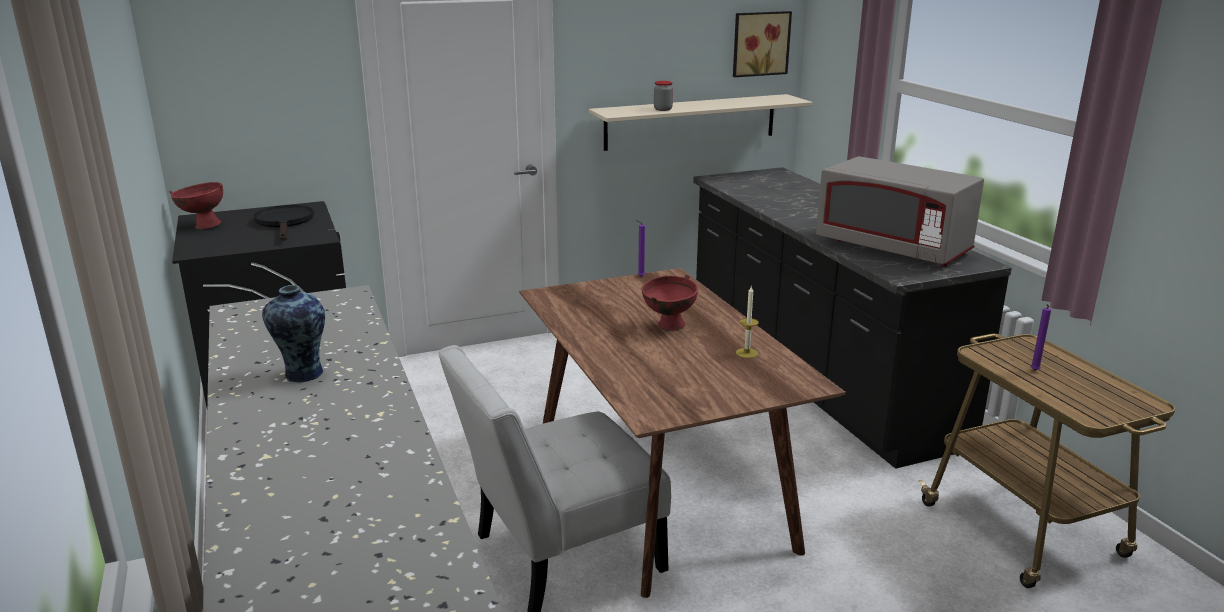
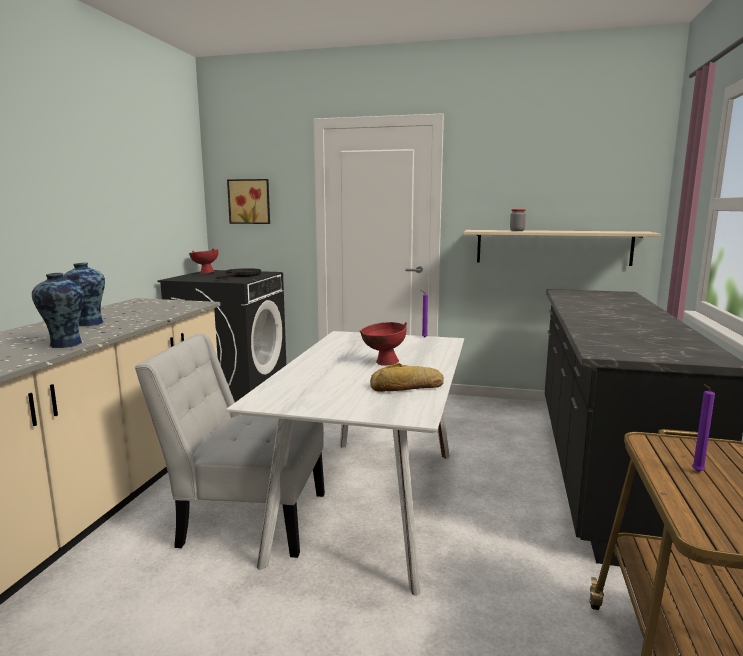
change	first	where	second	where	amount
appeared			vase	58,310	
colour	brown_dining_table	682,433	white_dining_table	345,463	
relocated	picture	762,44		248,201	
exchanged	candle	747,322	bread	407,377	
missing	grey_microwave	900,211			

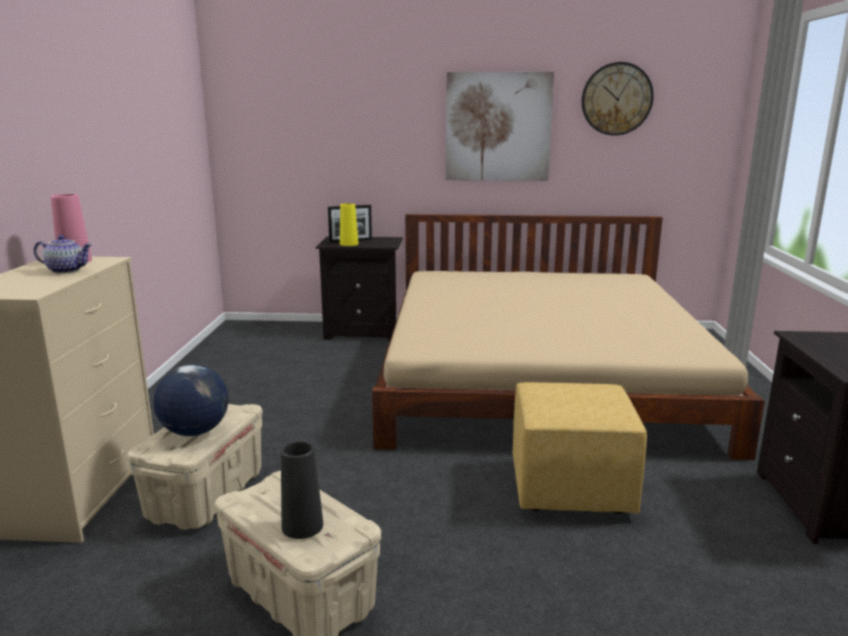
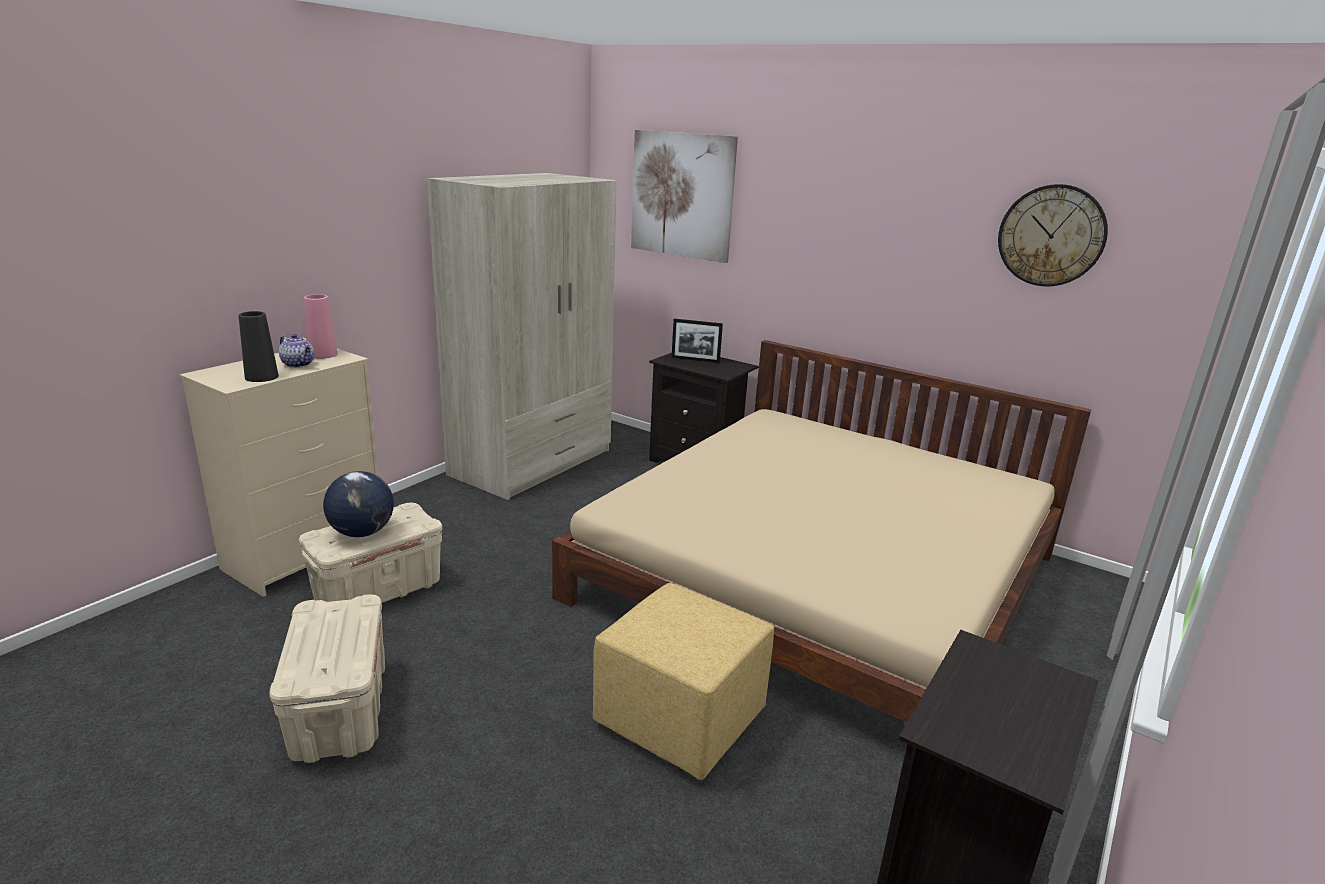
change	first	where	second	where	amount
relocated	black_vase	302,490		258,346	
appeared			beige_wardrobe	522,336	
relocated	picture	500,126		684,196	
missing	yellow_vase	349,224			

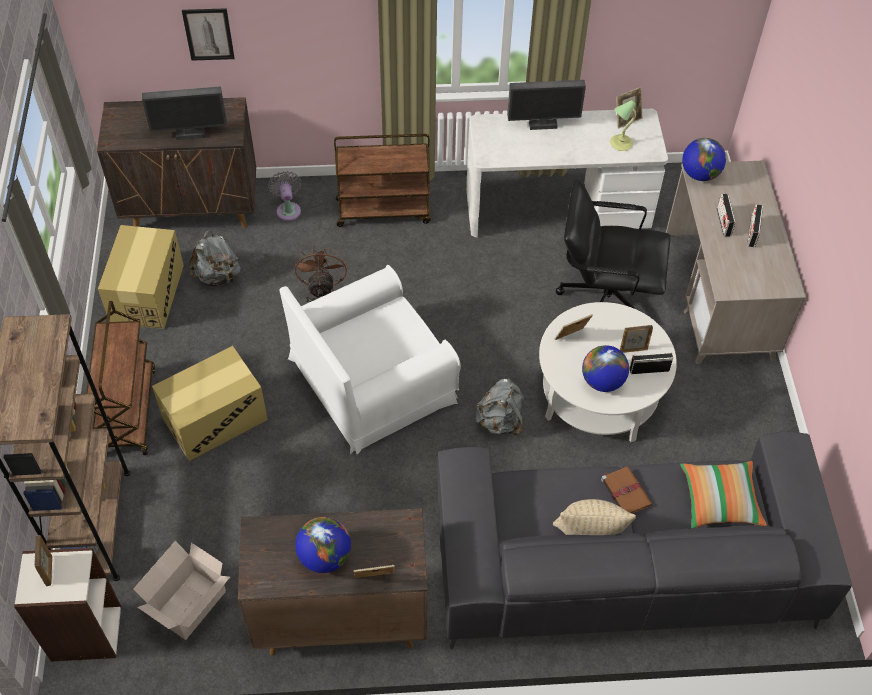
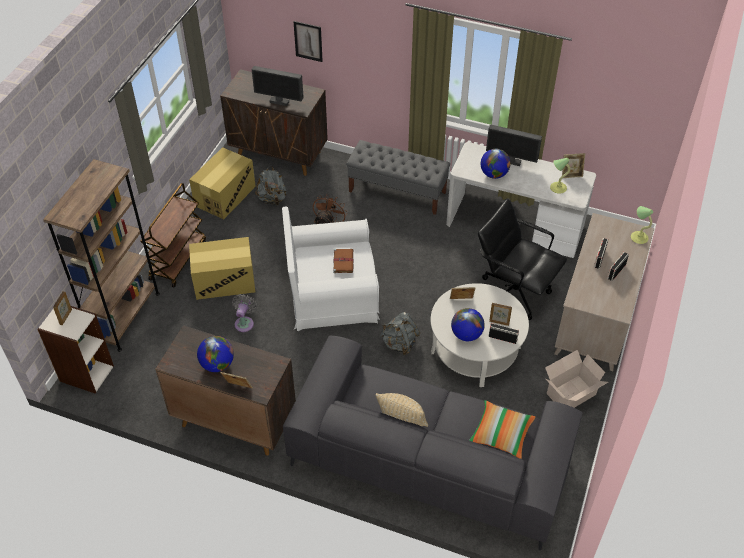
change	first	where	second	where	amount
relocated	grey_fan	284,196		244,313	
relocated	brown_book	627,490		343,261	
exchanged	brown_cart	382,180	grey_bench	398,177	
relocated	globe	704,159		496,164	
relocated	cardboard_box	181,590		576,379	
appeared			table_lamp	642,225	

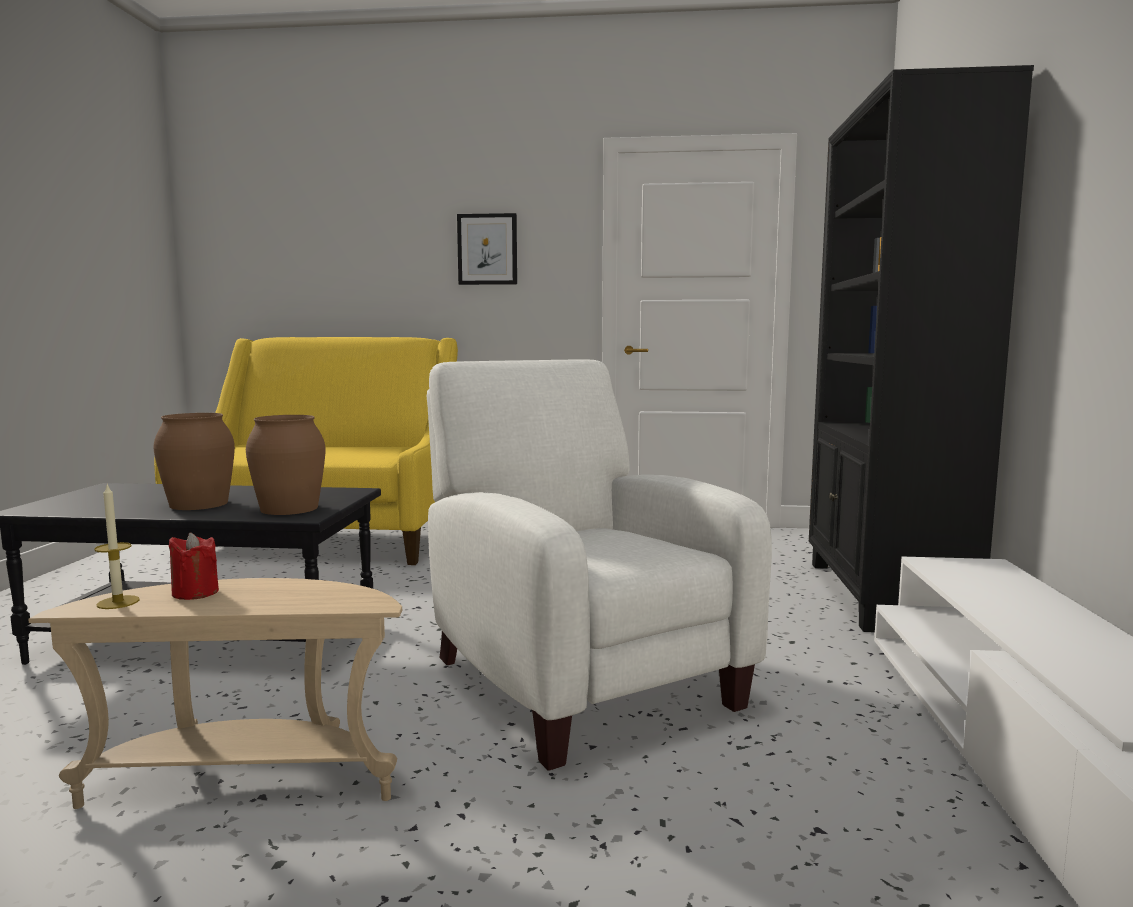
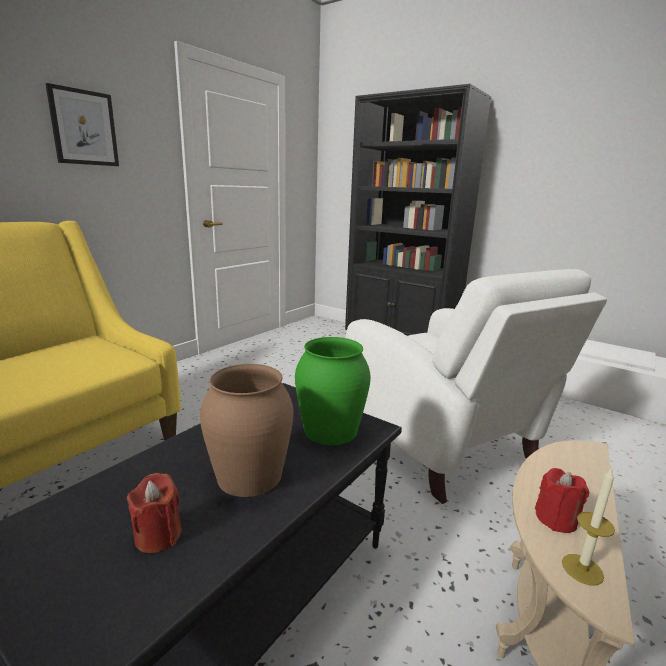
change	first	where	second	where	amount
appeared			red_candle	154,513	
colour	brown_vase	285,465	green_vase	333,391	
spun	white_armchair	599,565		476,386	120 degrees counterclockwise

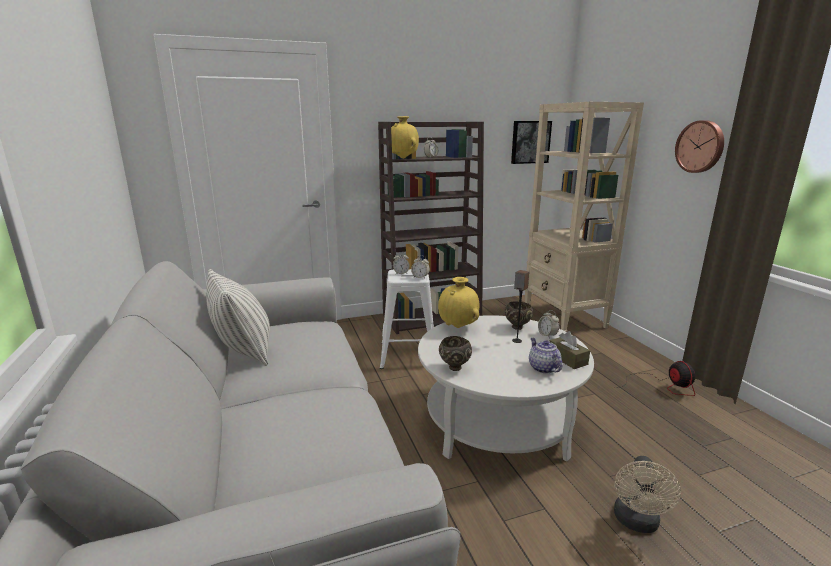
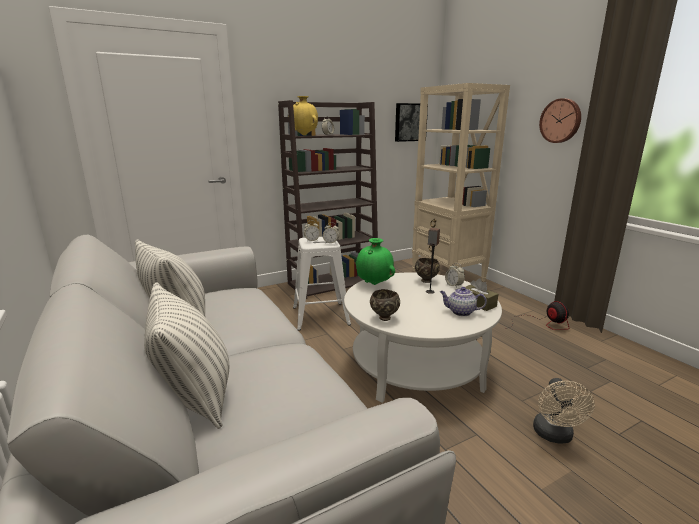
change	first	where	second	where	amount
appeared			pillow	186,355	
colour	yellow_vase	459,302	green_vase	375,261	
spun	teapot	546,356		463,301	45 degrees counterclockwise

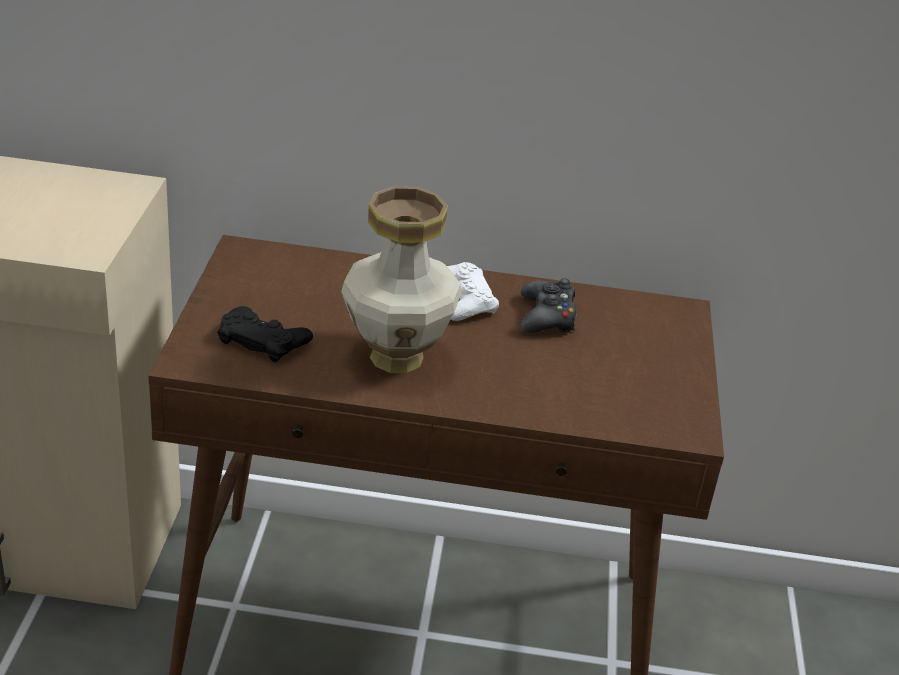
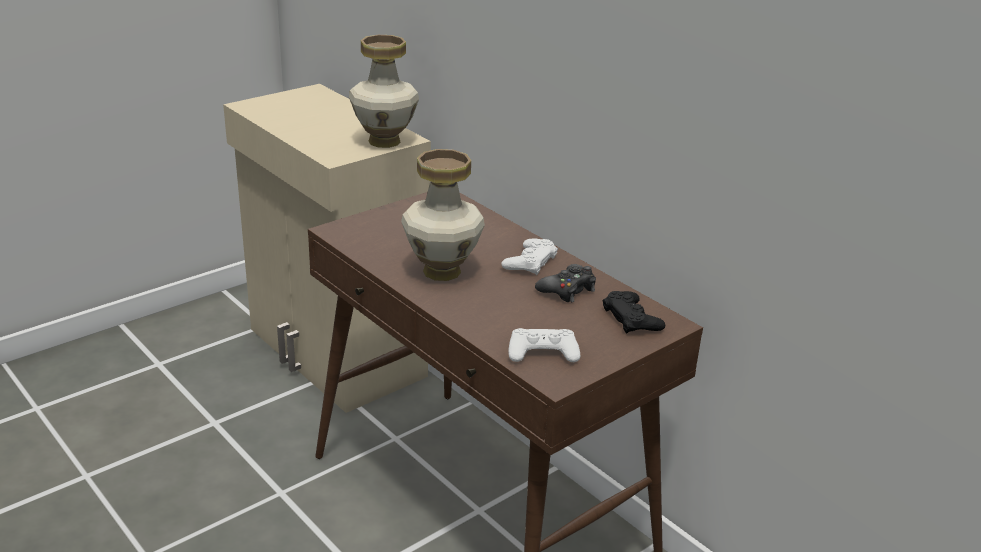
change	first	where	second	where	amount
appeared			vase	384,91	
appeared			white_game_controller	544,345	
relocated	black_game_controller	265,334		634,312	

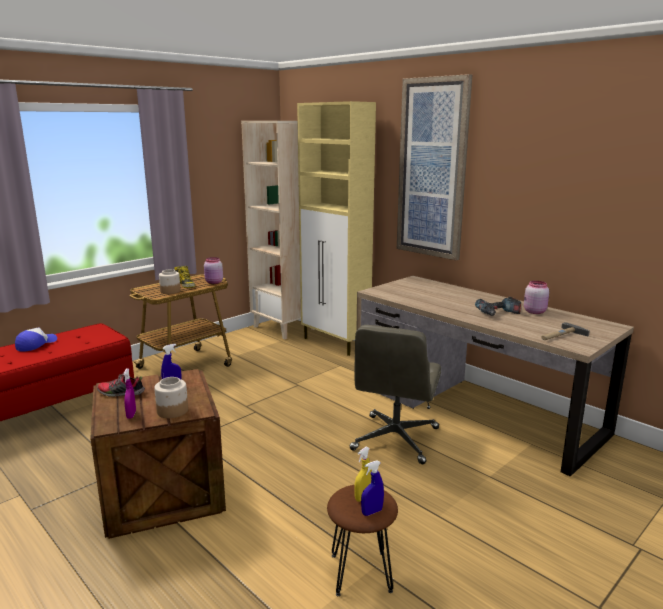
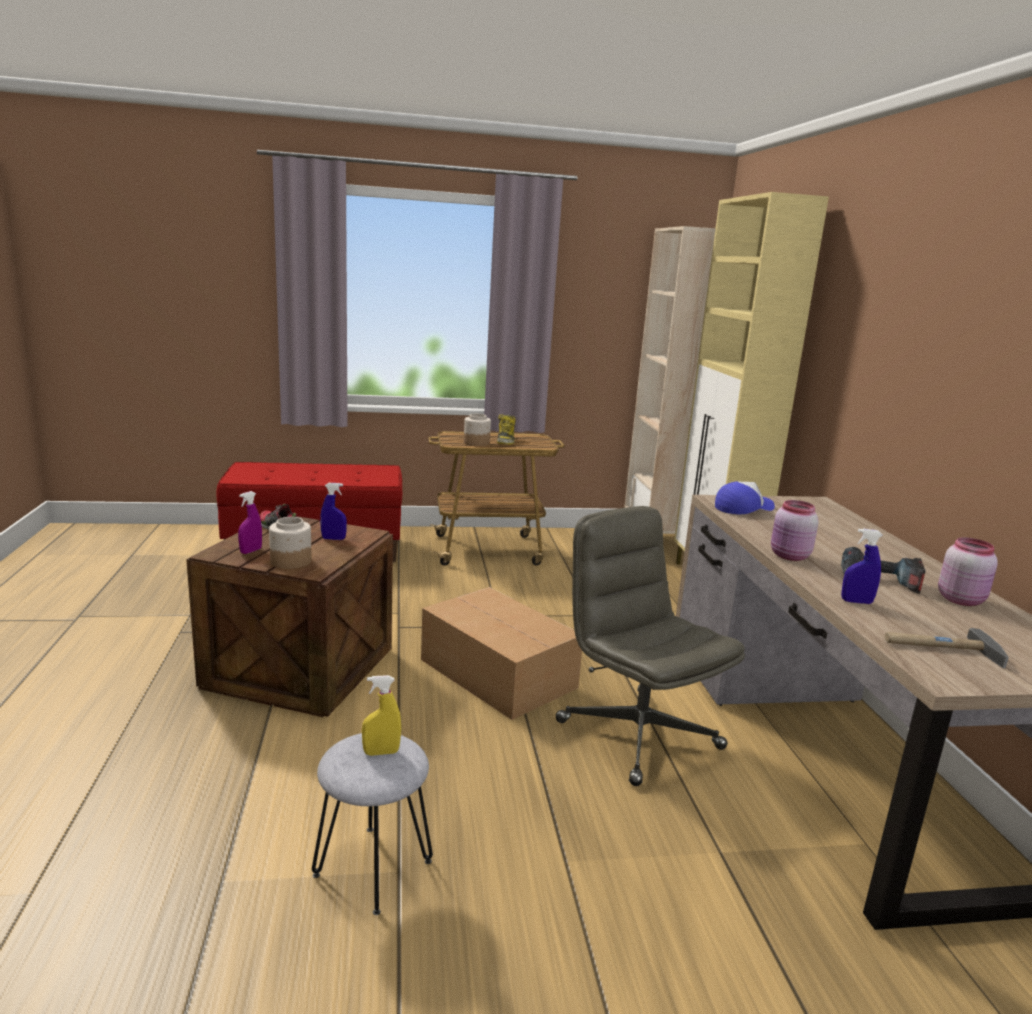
change	first	where	second	where	amount
colour	brown_stool	362,540	grey_stool	372,824	
appeared			cardboard_box	501,653	
spun	grey_office_chair	395,394		650,646	90 degrees clockwise
relocated	cap	36,340		745,497	
relocated	pink_jar	213,270		795,530	
relocated	blue_spray_bottle	372,488		862,566	
missing	picture	434,167			

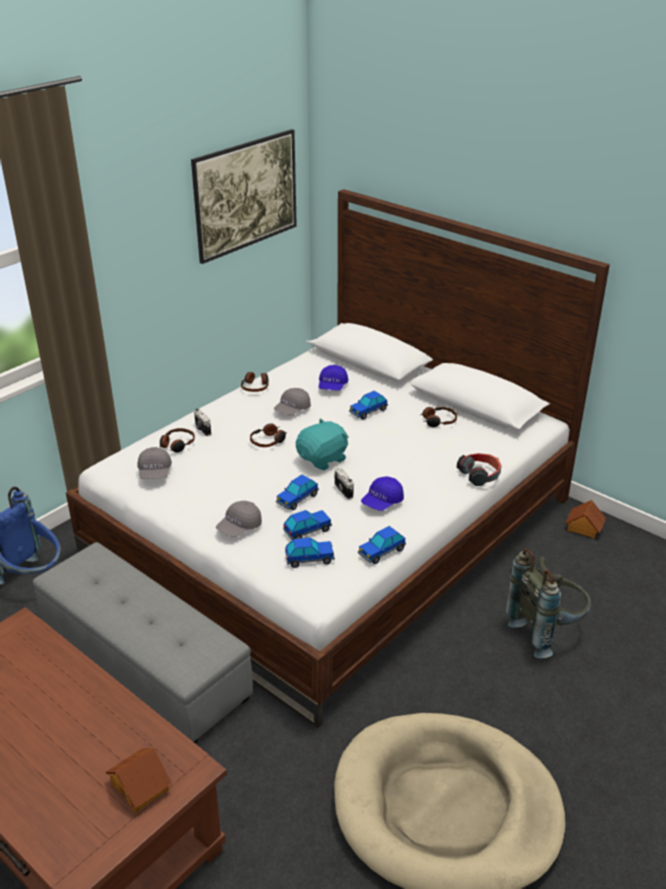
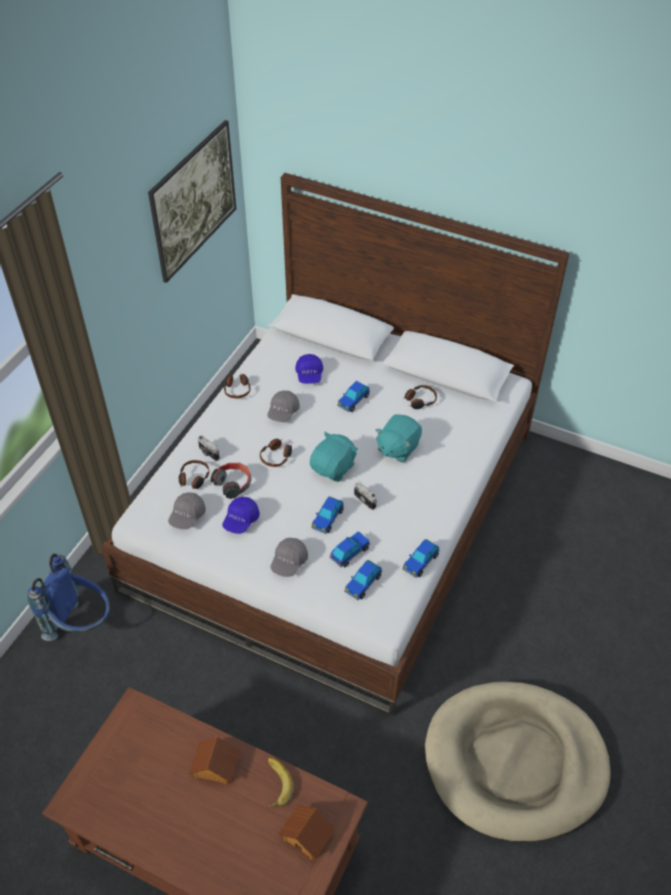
change	first	where	second	where	amount
spun	grey_cap	154,463		187,511	45 degrees clockwise
relocated	toy_house	585,519		214,760	
relocated	headphones	479,469		230,481	
relocated	blue_cap	382,493		241,515	
appeared			banana	280,782	
spun	toy_car	310,552		363,580	150 degrees clockwise
appeared			turquoise_plush_toy	399,438	
missing	grey_ottoman	143,642			
missing	grey_backpack	548,603			

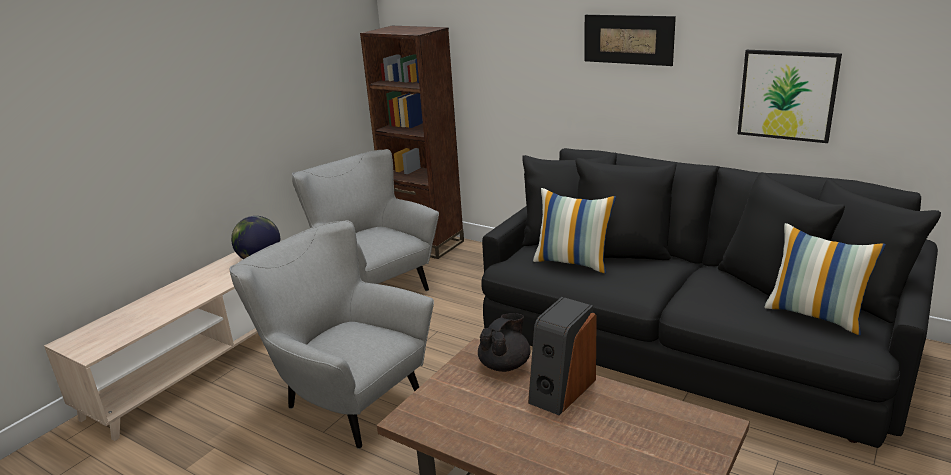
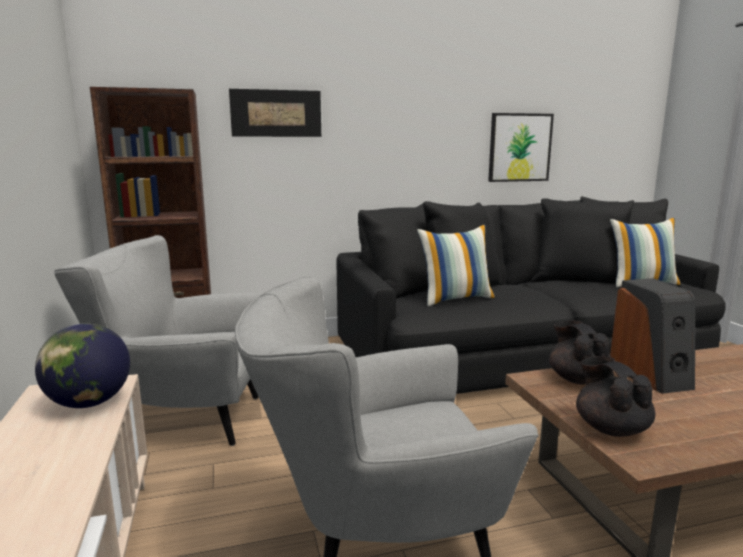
change	first	where	second	where	amount
relocated	picture	630,40		275,113	
appeared			black_teapot	615,396	

